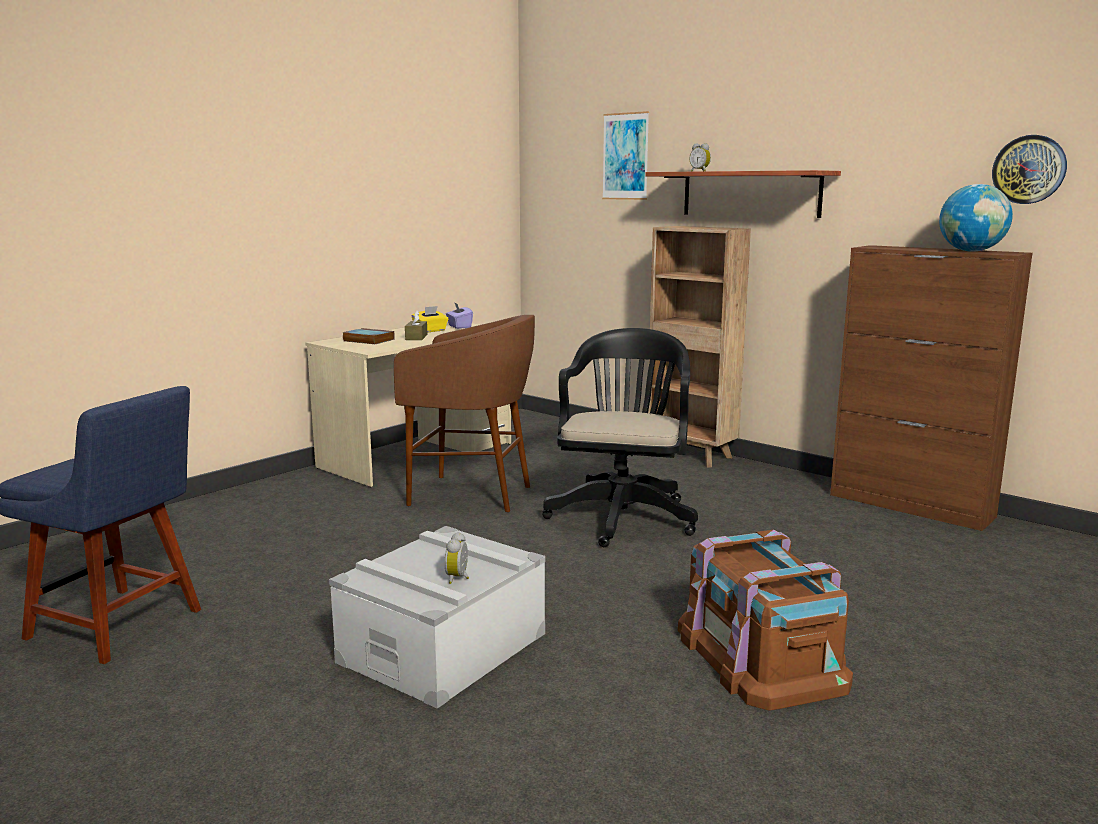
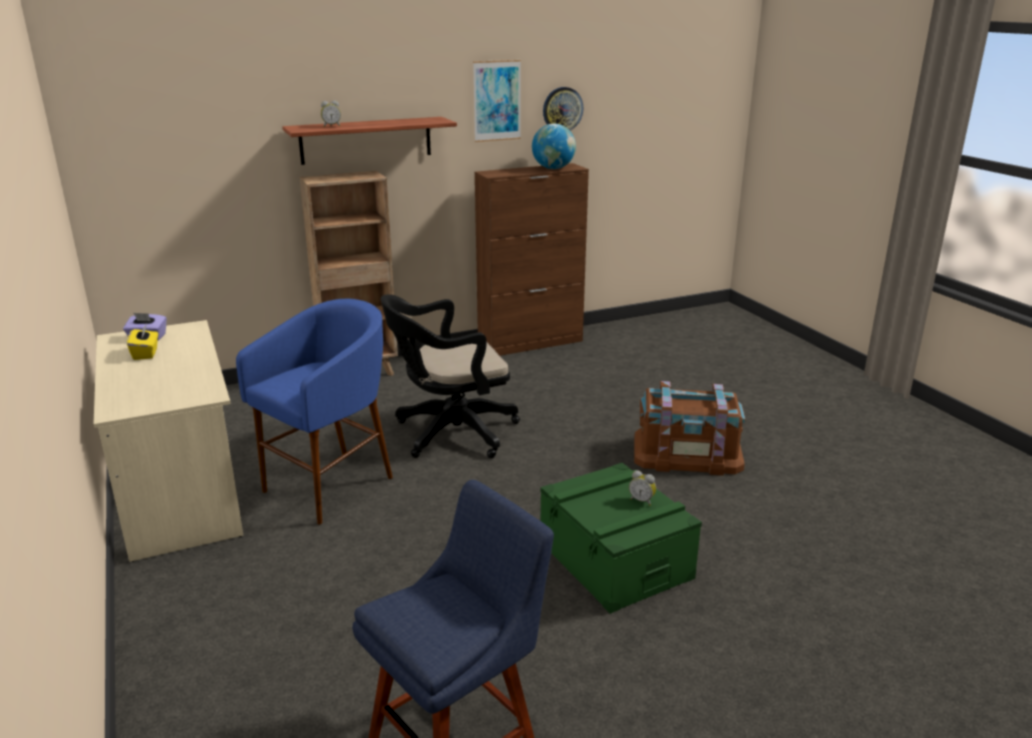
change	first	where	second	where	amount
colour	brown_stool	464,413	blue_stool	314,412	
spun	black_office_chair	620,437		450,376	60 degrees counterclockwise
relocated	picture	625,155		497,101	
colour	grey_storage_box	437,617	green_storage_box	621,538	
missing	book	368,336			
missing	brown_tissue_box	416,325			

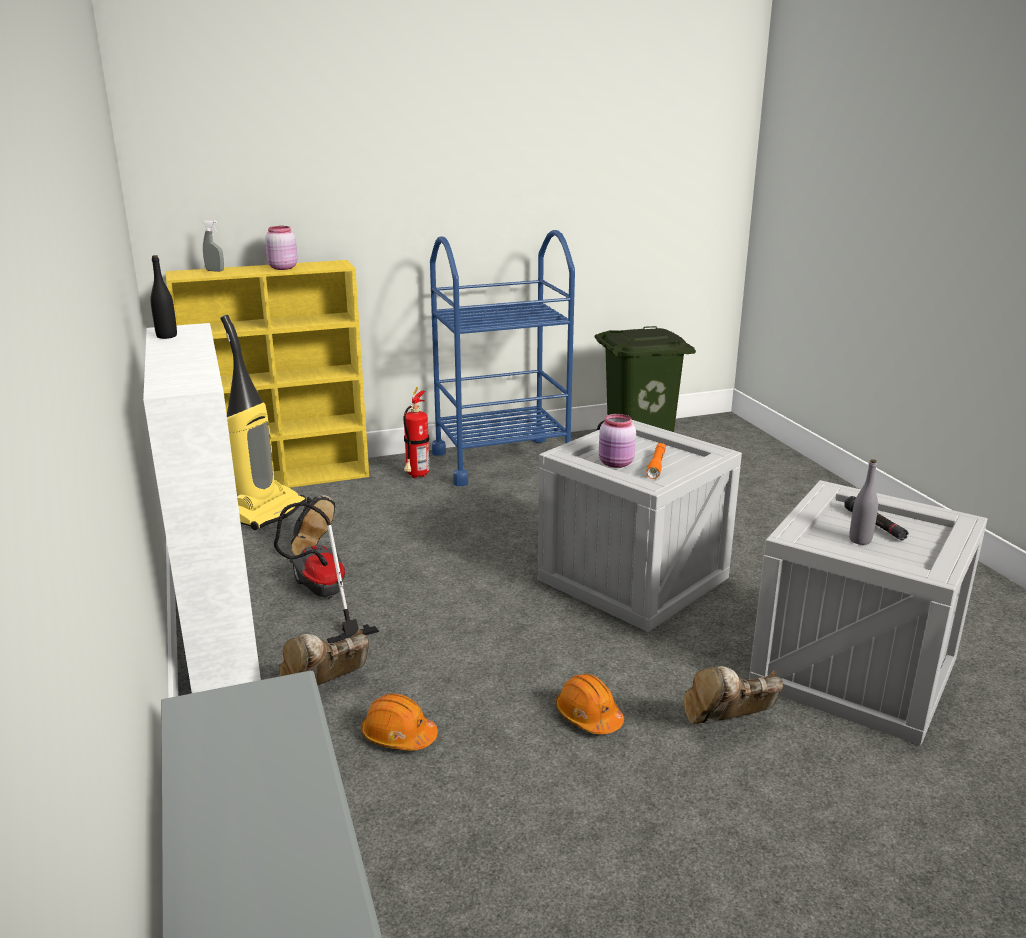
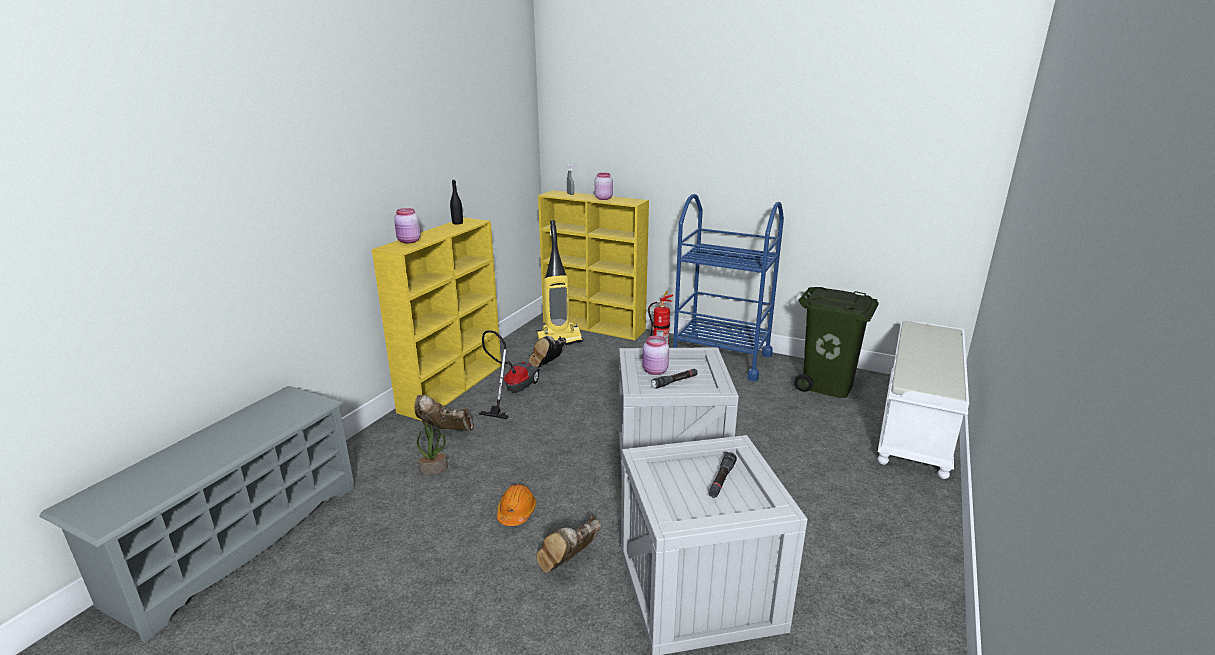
change	first	where	second	where	amount
colour	white_bookcase	202,508	yellow_bookcase	436,319	
appeared			pink_jar	407,225	
exchanged	orange_hard_hat	399,722	potted_plant	432,449	
spun	brown_boot	733,695		568,544	75 degrees counterclockwise
colour	orange_flashlight	656,461	black_flashlight	674,379	
appeared			white_bench	923,400	
missing	grey_bottle	863,502			

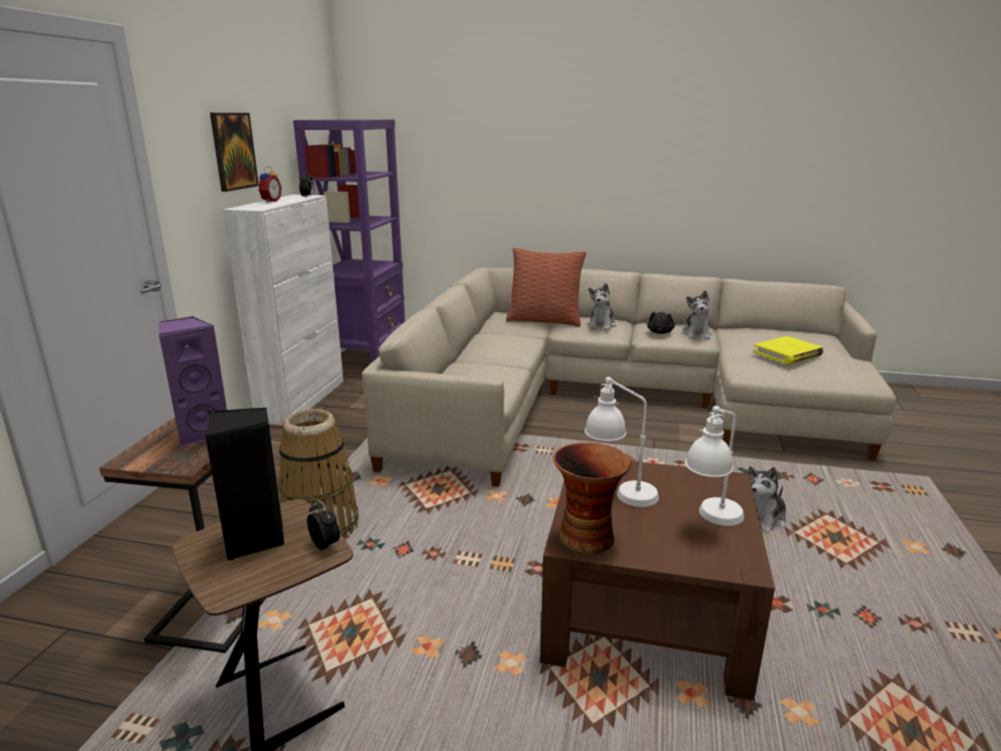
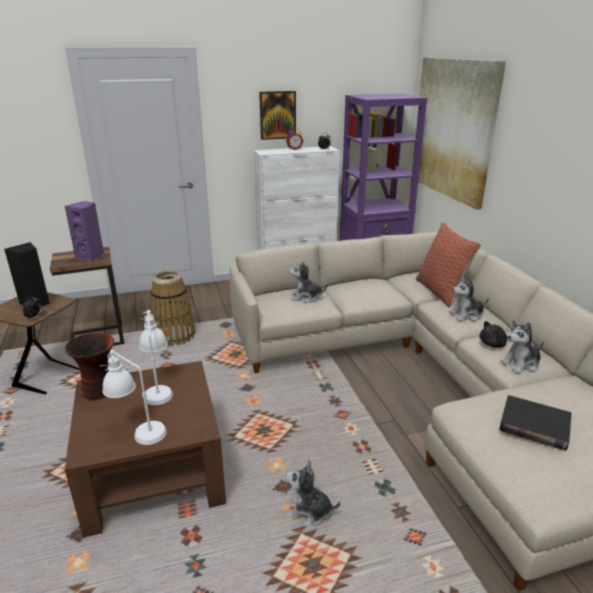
change	first	where	second	where	amount
appeared			plush_toy	308,282	
appeared			picture	458,133	
colour	yellow_book	788,350	black_book	535,423	

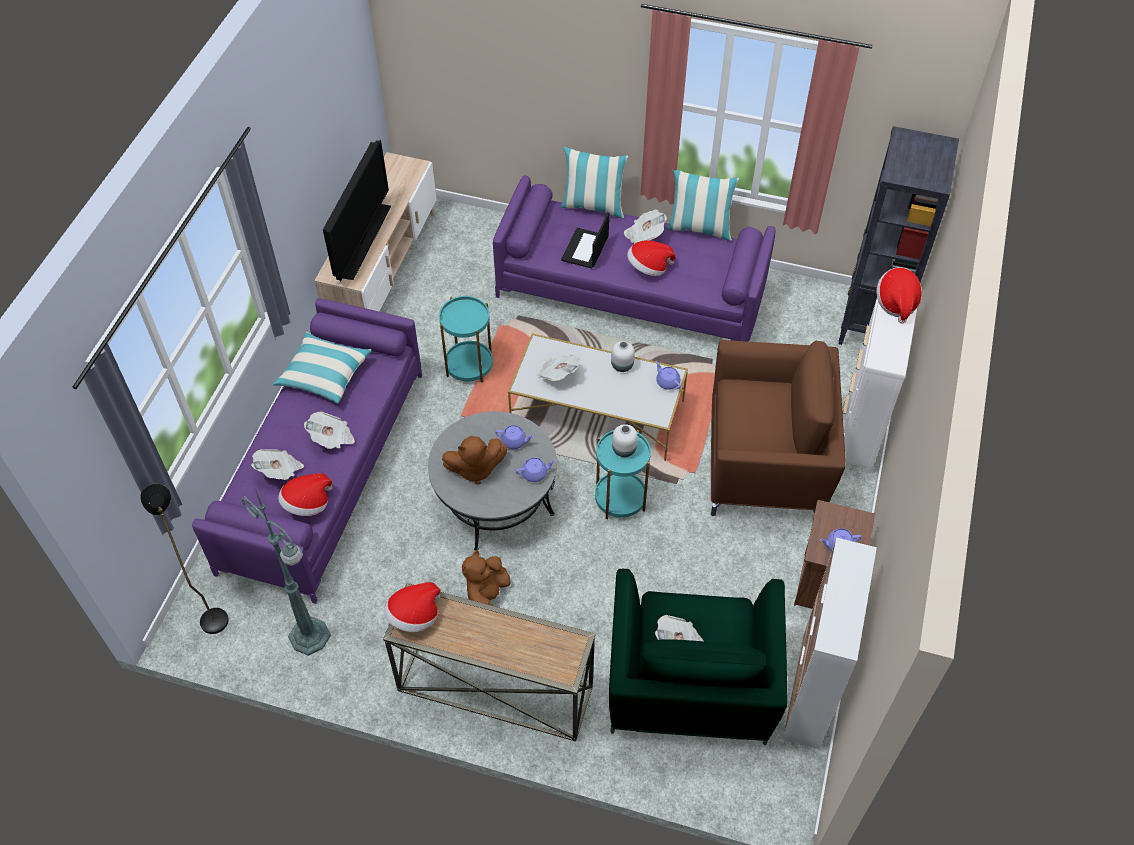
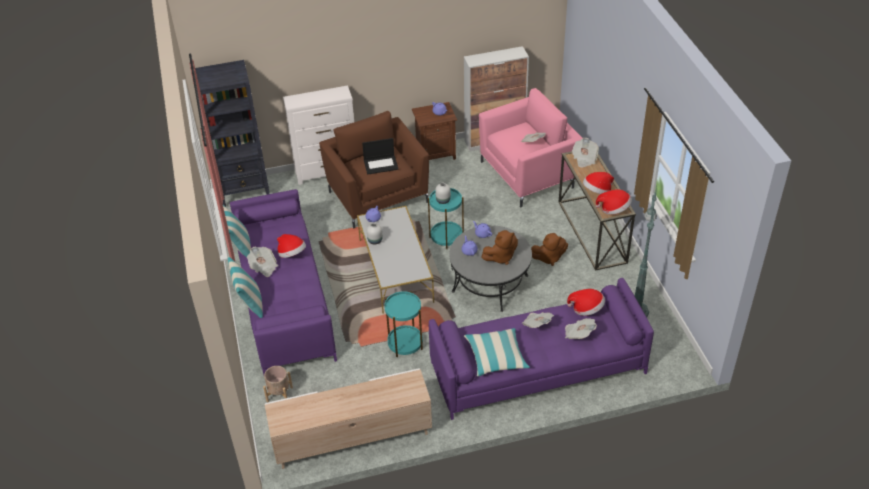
change	first	where	second	where	amount
appeared			beige_planter	278,384	
relocated	laptop	585,240		380,156	
colour	green_armchair	698,657	pink_armchair	530,148	
spun	brown_plush_toy	475,460		499,247	105 degrees clockwise
relocated	newspaper	558,368		585,153	
relocated	hat	899,295		598,183	
missing	black_floor_lamp	184,559			
missing	television	357,211			

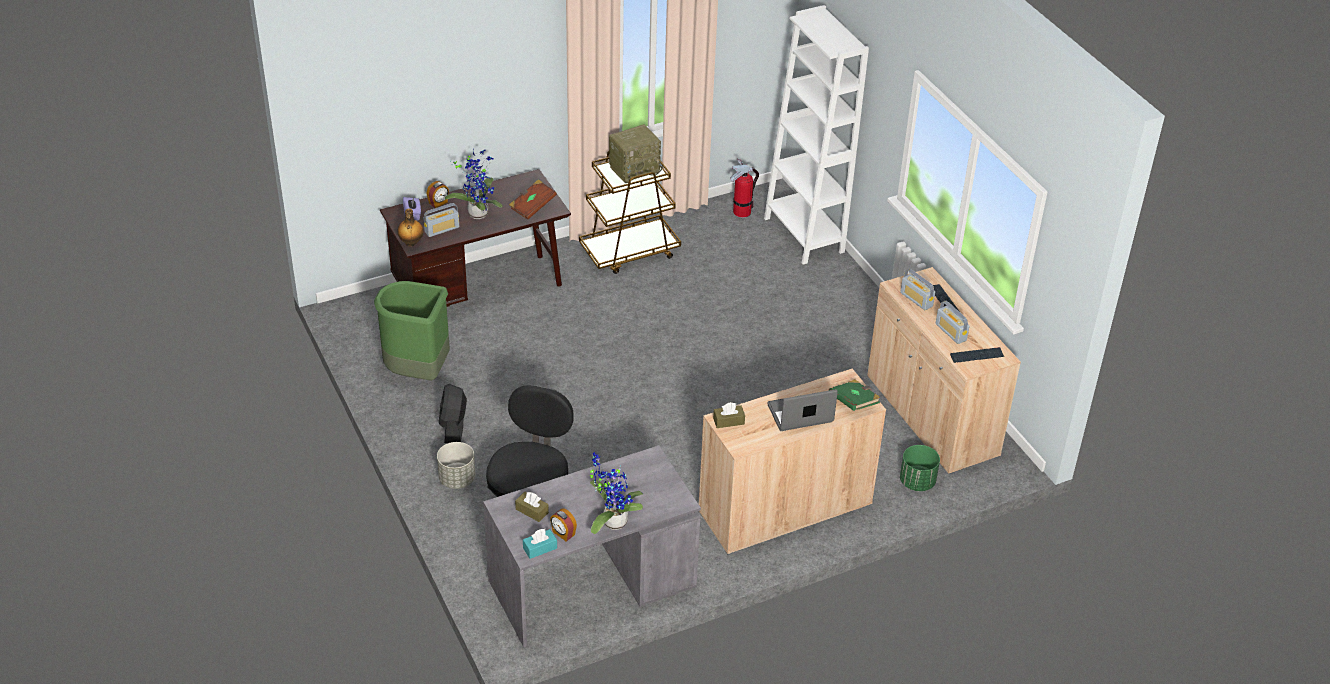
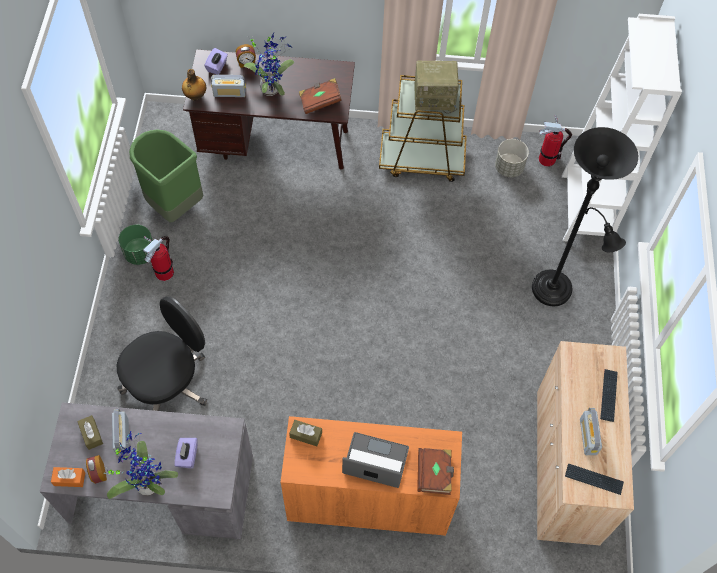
change	first	where	second	where	amount
colour	turquoise_tissue_box	540,544	orange_tissue_box	68,477	
relocated	radio	917,289		120,432	
relocated	green_planter	920,468		136,245	
exchanged	black_fan	453,413	fire_extinguisher	158,258	
appeared			purple_tissue_box	186,453	
colour	beige_cabinet	792,462	orange_cabinet	371,476	
colour	green_book	854,395	brown_book	435,471	
relocated	grey_planter	456,465		512,158	
appeared			black_floor_lamp	585,216	

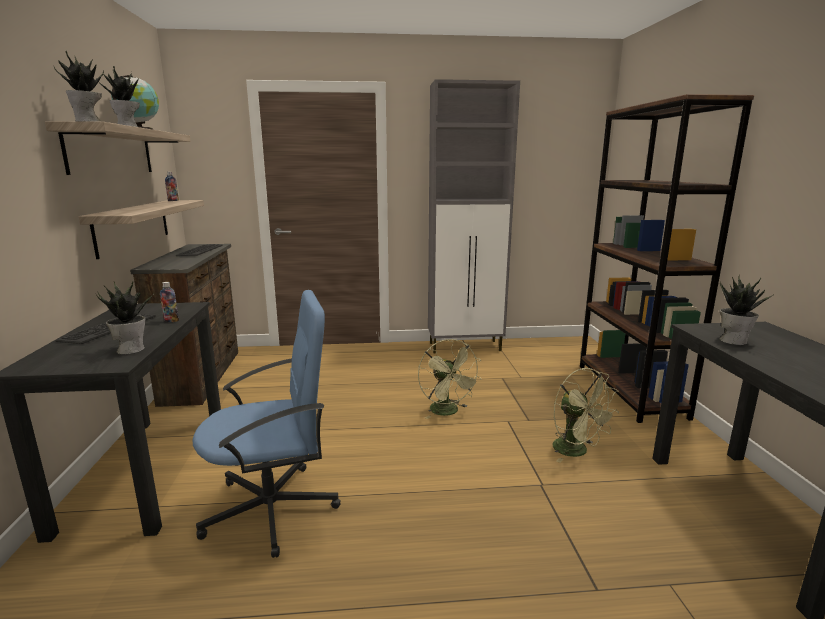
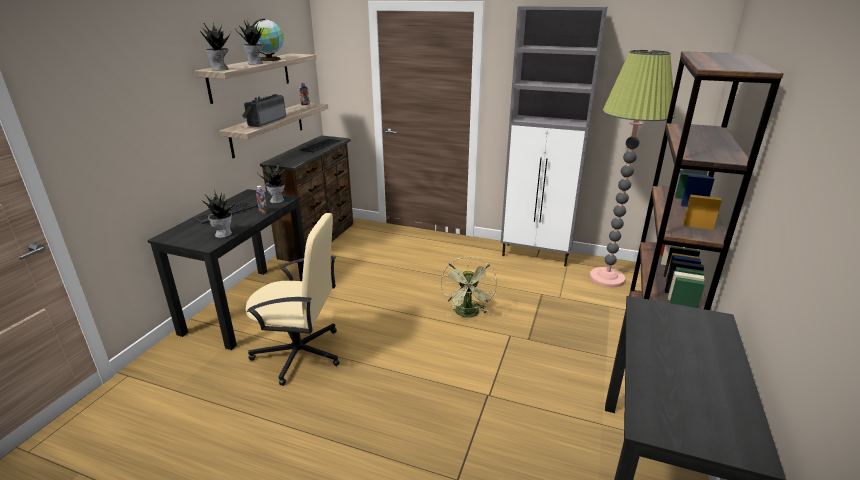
change	first	where	second	where	amount
appeared			radio	264,110	
colour	blue_office_chair	266,424	beige_office_chair	292,299	
relocated	potted_plant	746,311		272,183	
appeared			floor_lamp	632,169	
missing	green_fan	585,415			

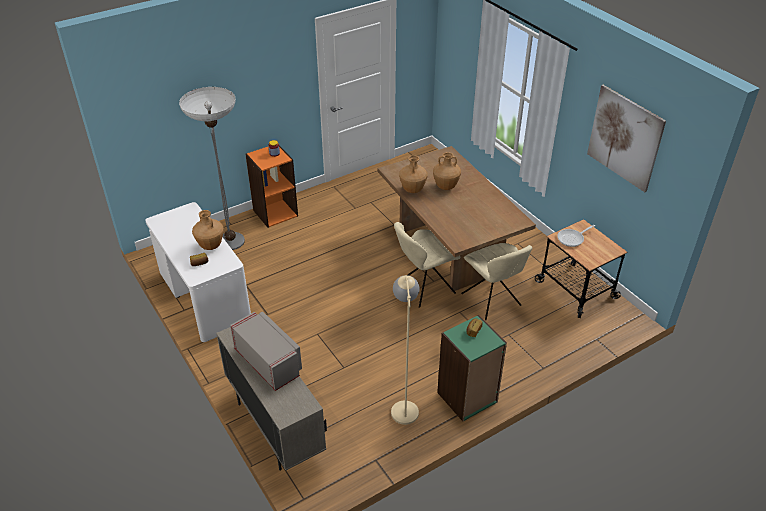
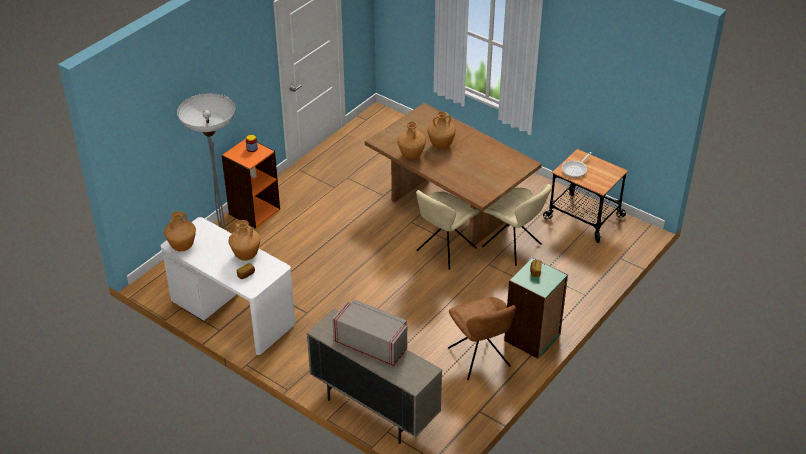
change	first	where	second	where	amount
appeared			brown_vase	180,231	
exchanged	beige_floor_lamp	405,350	brown_chair	482,338	
missing	picture	626,138			

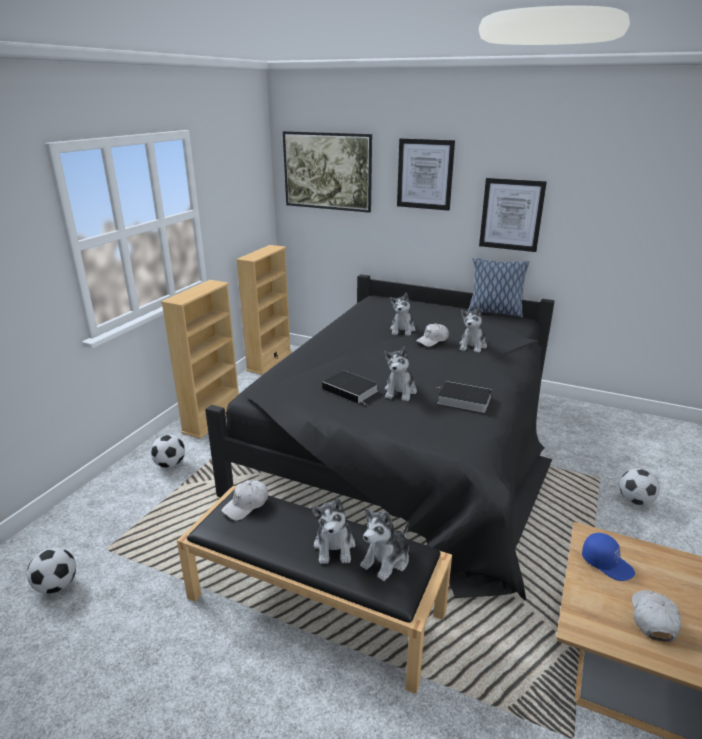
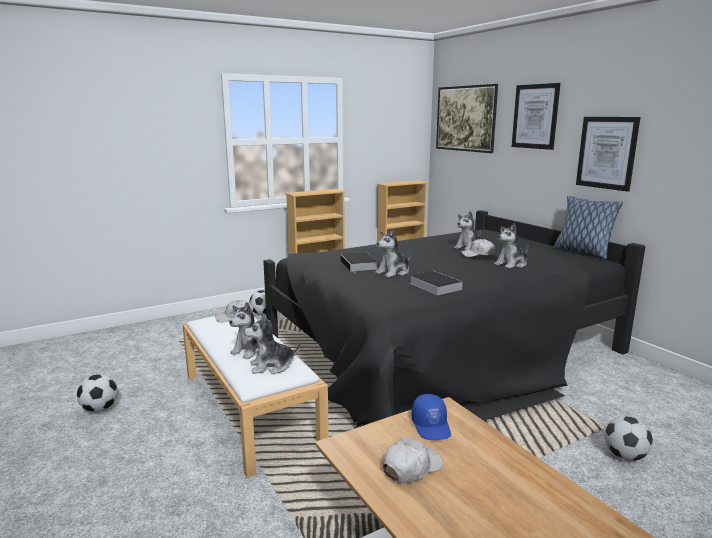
change	first	where	second	where	amount
relocated	football	51,570		97,393	
colour	black_bench	314,590	white_bench	255,397	

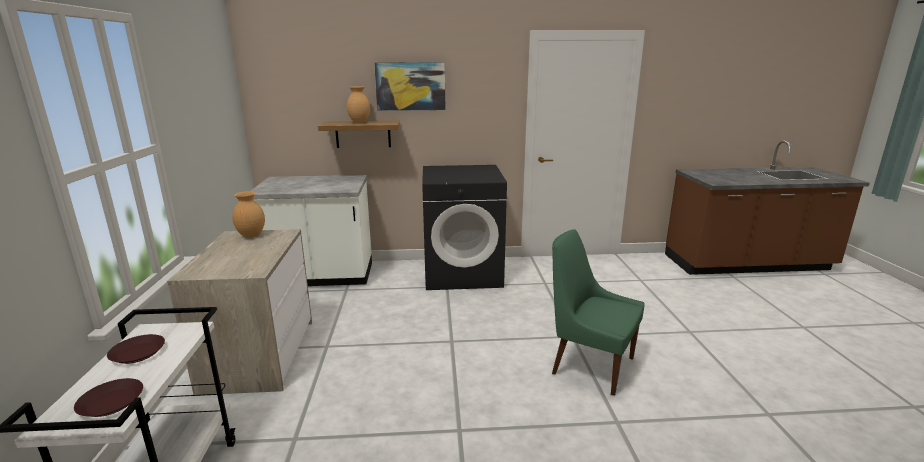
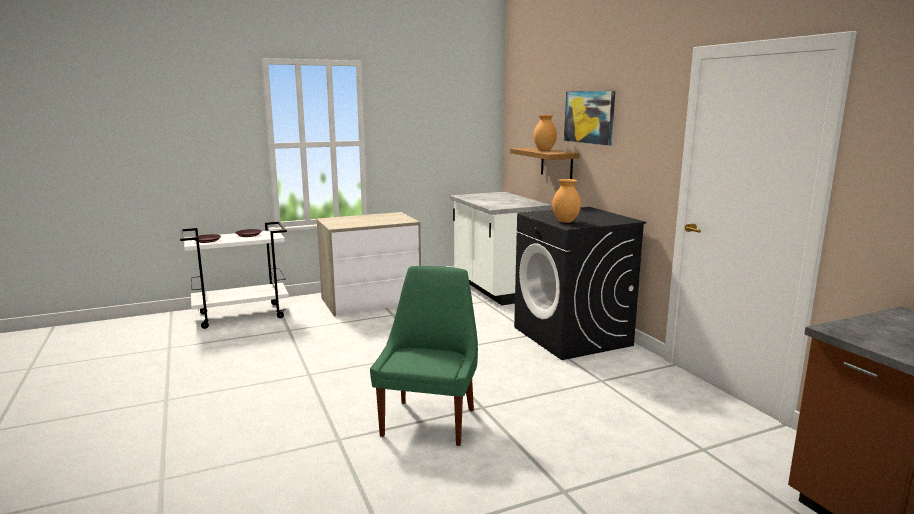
change	first	where	second	where	amount
relocated	brown_vase	248,214		566,201	

